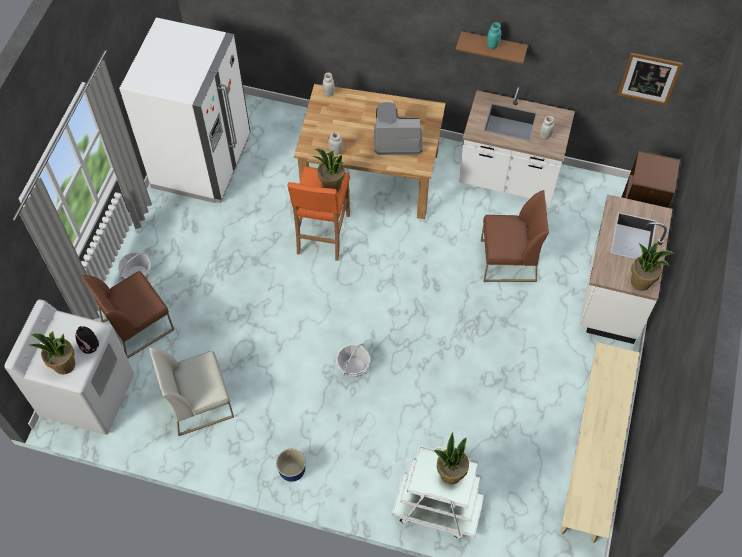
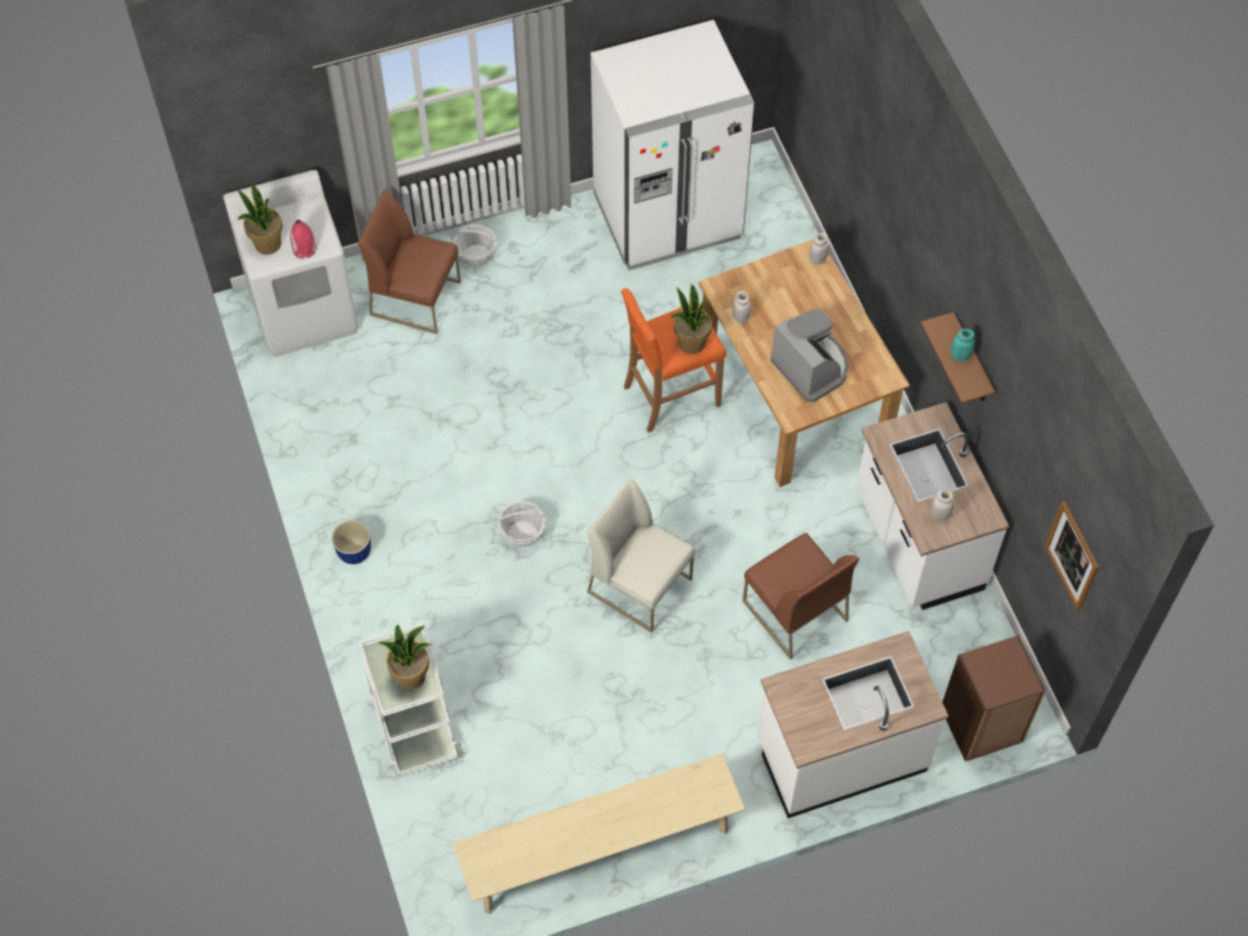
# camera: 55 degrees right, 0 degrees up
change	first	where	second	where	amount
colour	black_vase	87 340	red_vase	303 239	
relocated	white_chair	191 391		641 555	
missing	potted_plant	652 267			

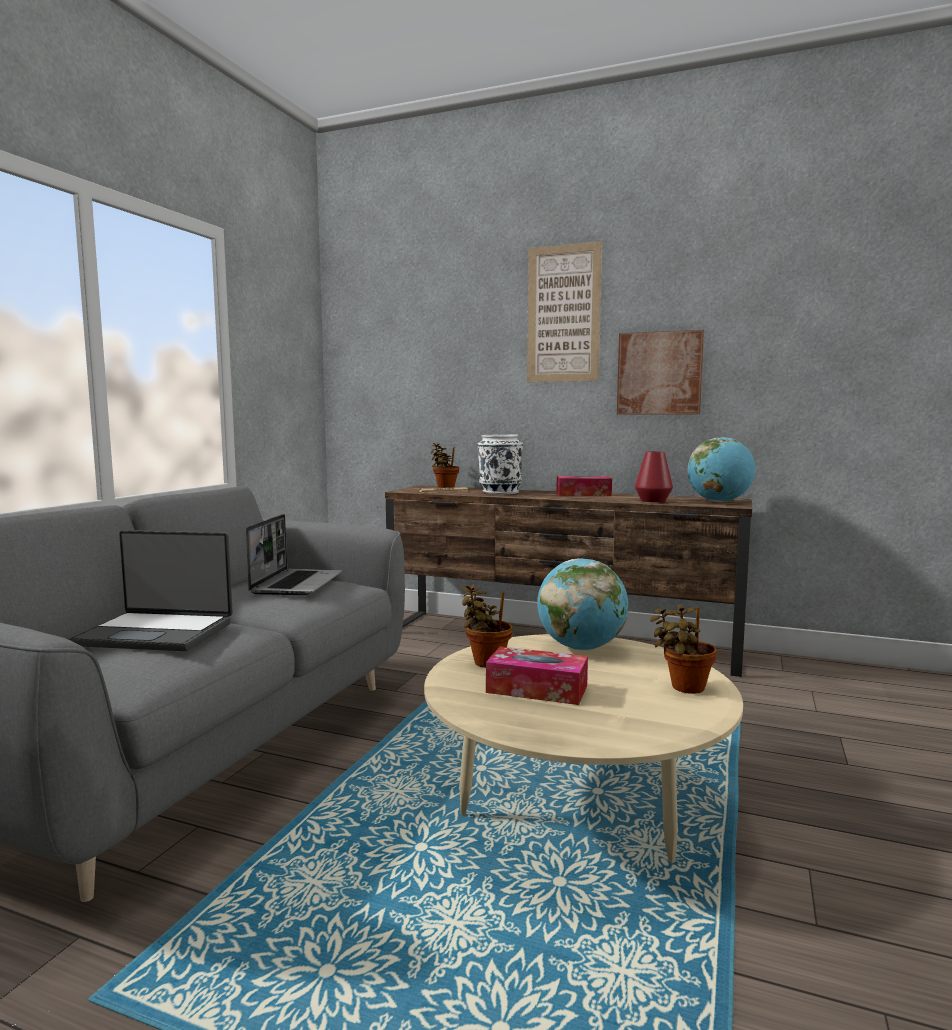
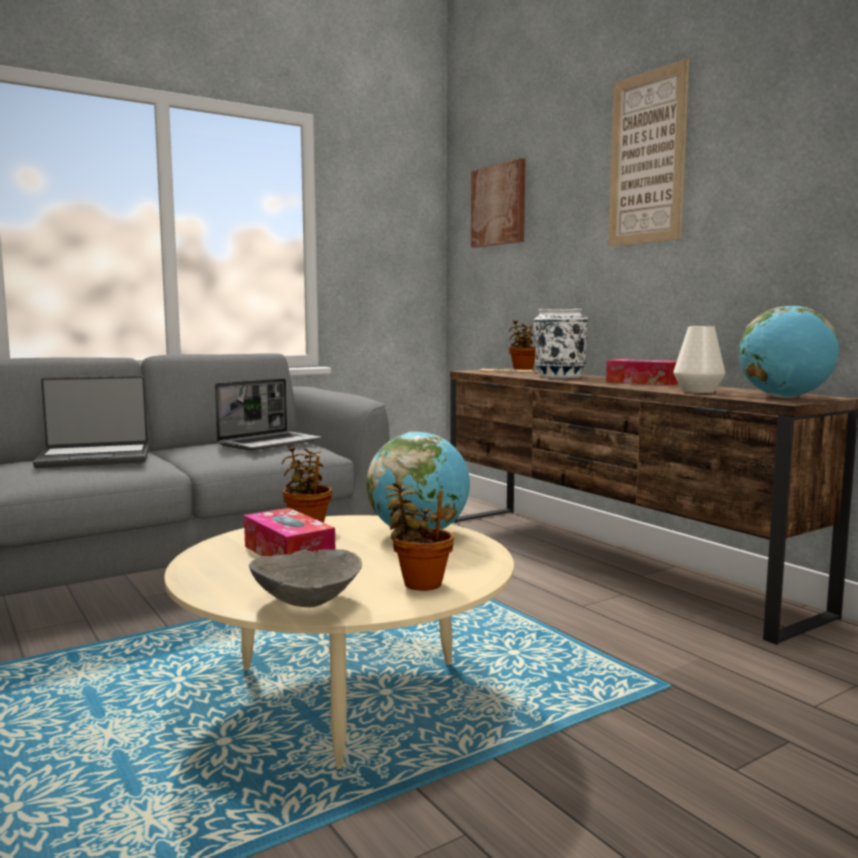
# camera: 35 degrees right, 0 degrees up
change	first	where	second	where	amount
spun	laptop	150 590		91 422	60 degrees counterclockwise
relocated	picture	660 372		498 203	
colour	red_vase	654 476	white_vase	699 359	
appeared			grey_bowl	305 578	

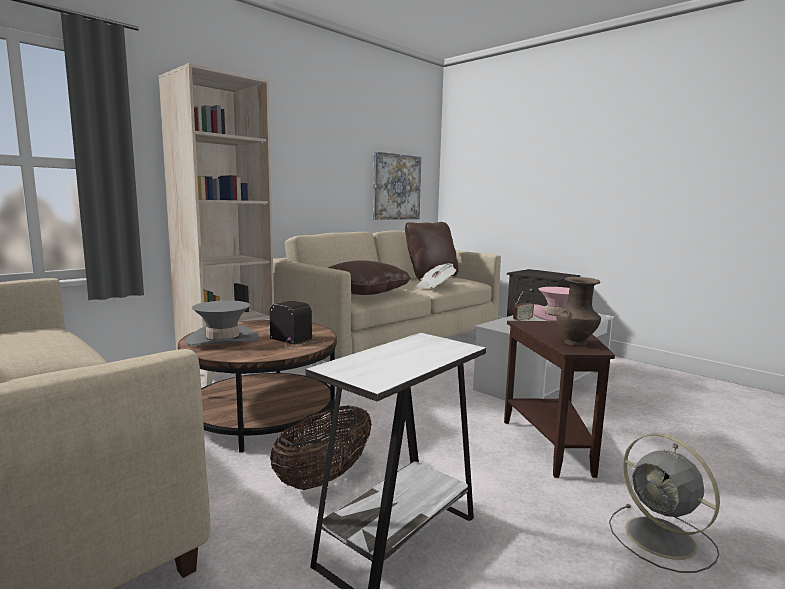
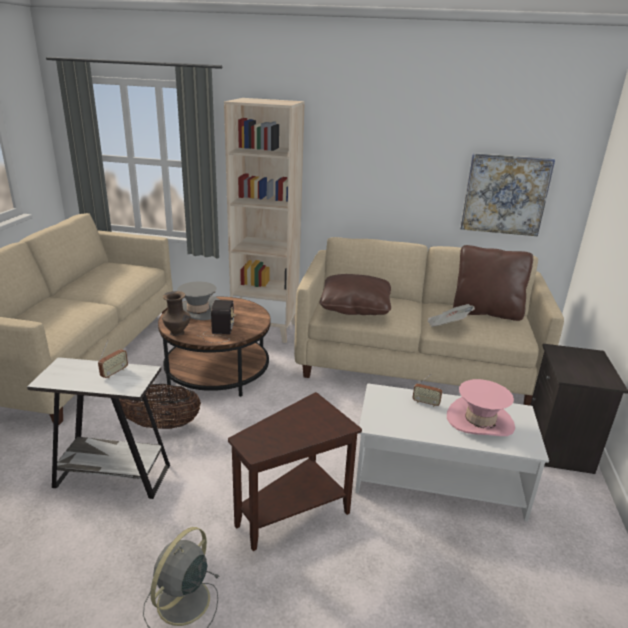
# camera: 55 degrees right, 15 degrees up
change	first	where	second	where	amount
relocated	brown_vase	578 311		176 313	
appeared			radio	113 359	

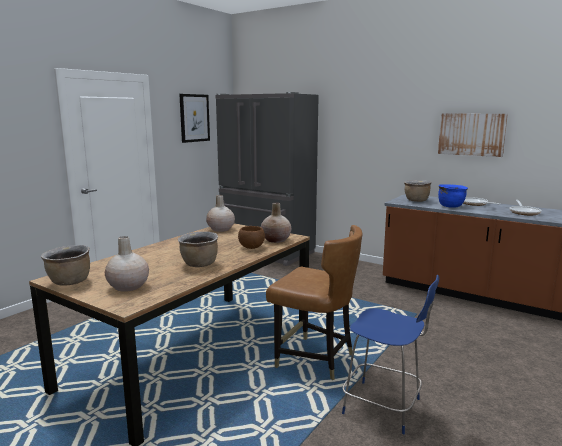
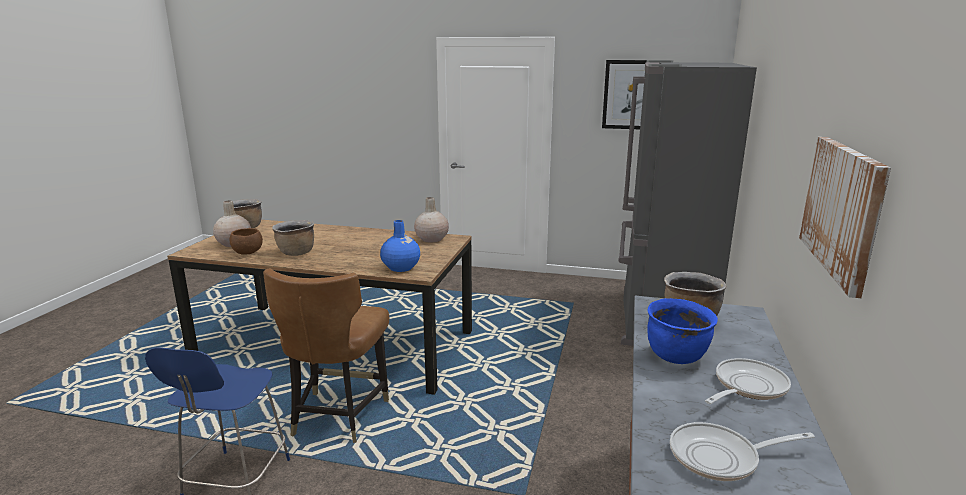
# camera: 70 degrees right, 5 degrees up
change	first	where	second	where	amount
relocated	brown_bowl	251 237		246 241	
colour	beige_vase	276 222	blue_vase	400 246	

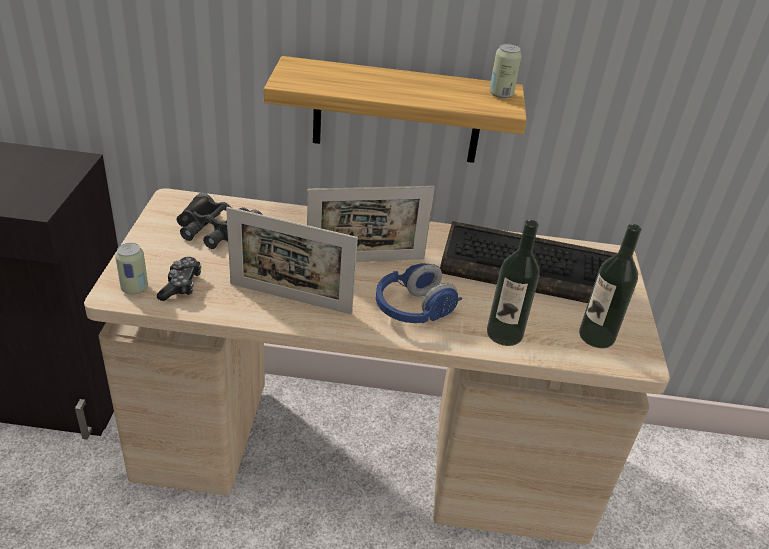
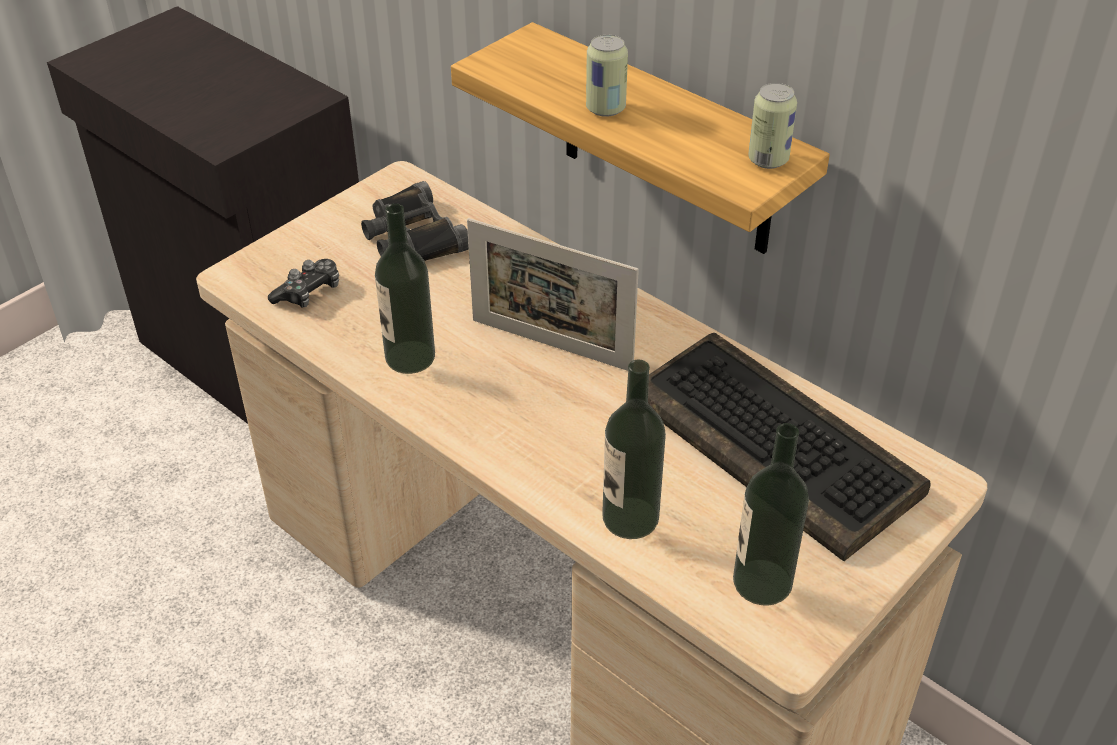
# camera: 40 degrees right, 5 degrees up
change	first	where	second	where	amount
relocated	can	131 268		607 76	
exchanged	picture_frame	292 260	bottle	405 288	
missing	blue_headphones	419 293			

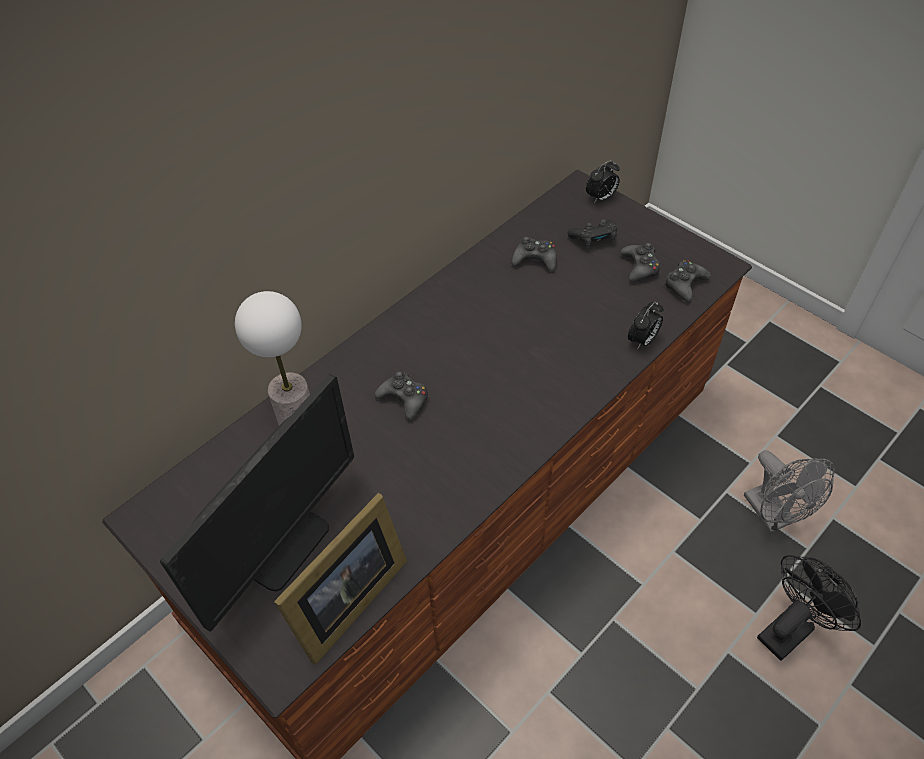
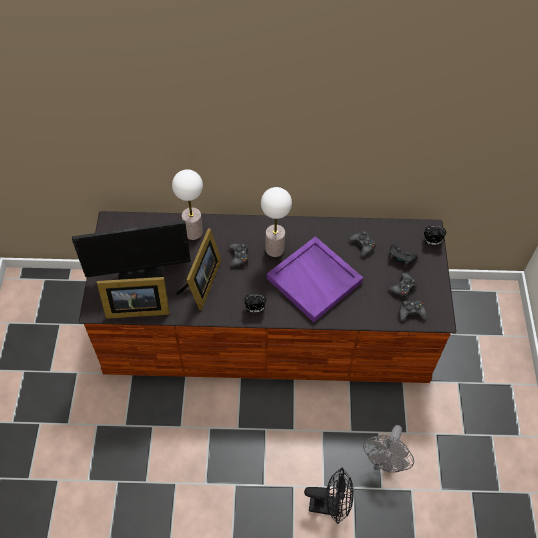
# camera: 45 degrees right, 5 degrees up
change	first	where	second	where	amount
relocated	alarm_clock	646 326		255 303	
appeared			picture_frame	199 269	
appeared			table_lamp	276 222	
appeared			purple_tray	315 279	

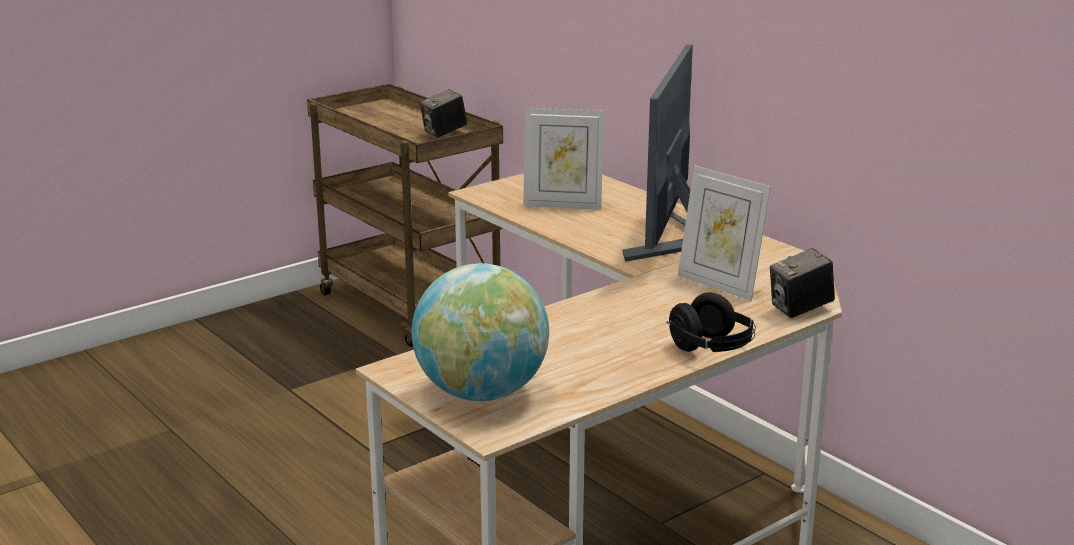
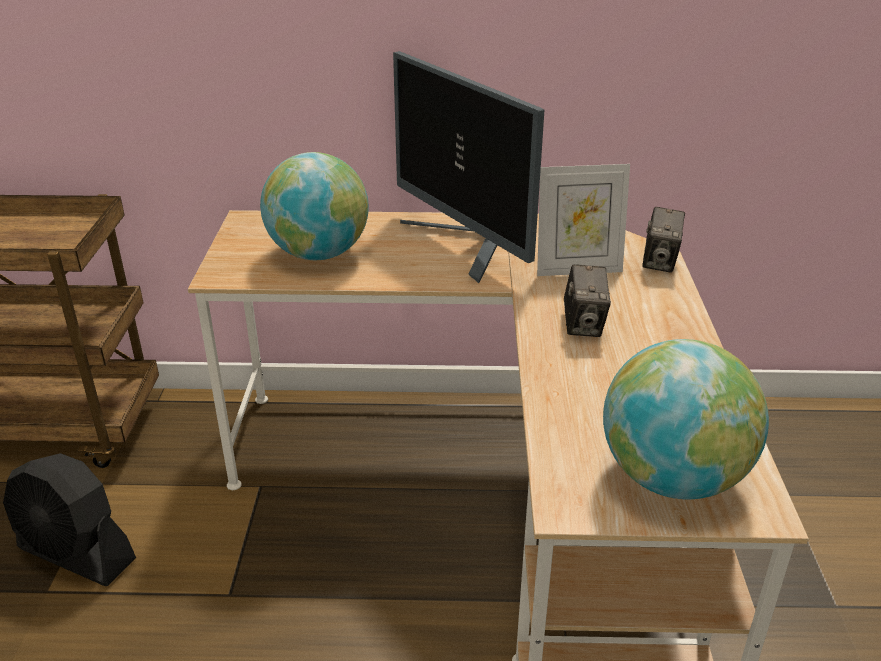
# camera: 50 degrees left, 10 degrees up
change	first	where	second	where	amount
relocated	photo_camera	443 113		587 300	
exchanged	picture_frame	564 159	globe	314 206	
missing	black_headphones	711 322			
appeared			black_fan	69 519	

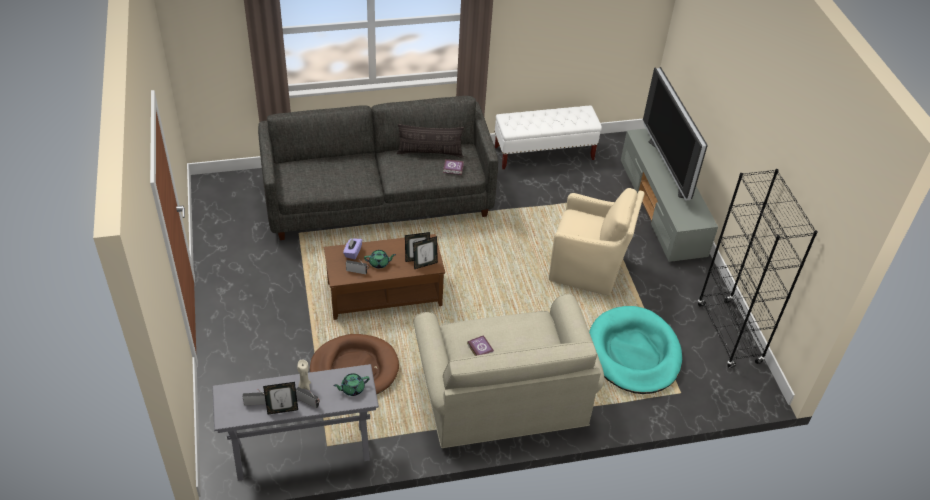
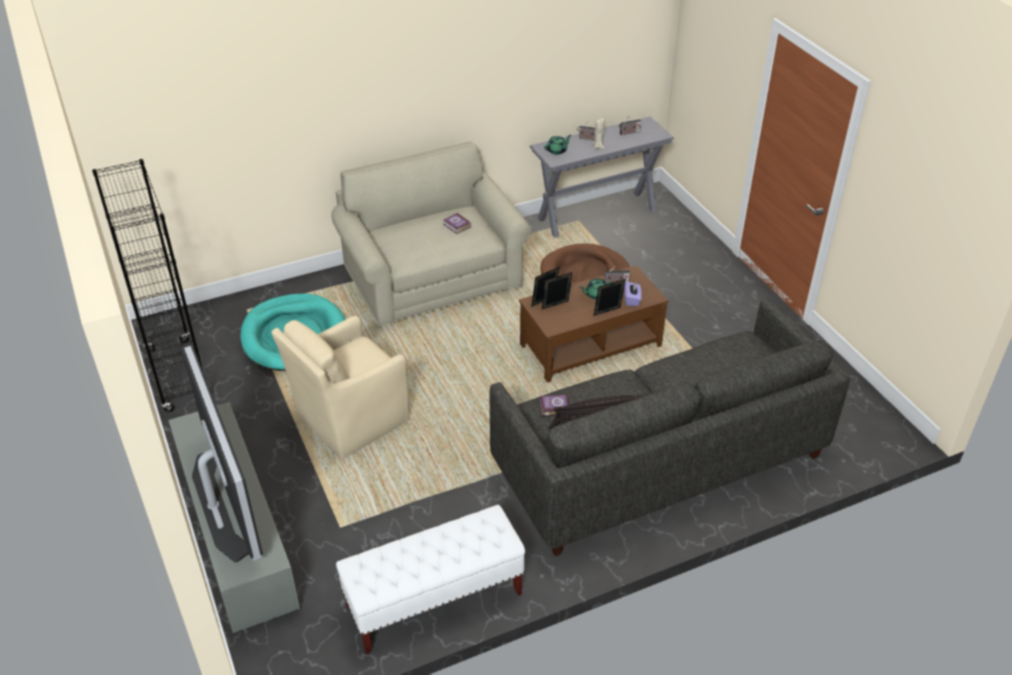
# camera: 170 degrees right, 5 degrees down
change	first	where	second	where	amount
relocated	picture_frame	280 398		610 297	
spun	beige_armchair	597 241		341 387	45 degrees counterclockwise

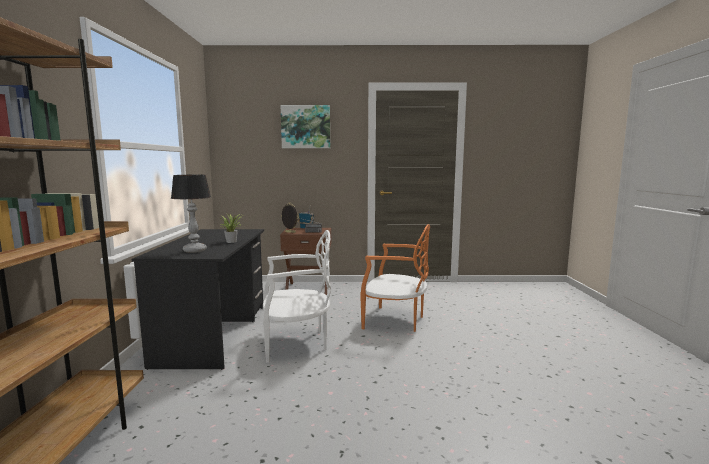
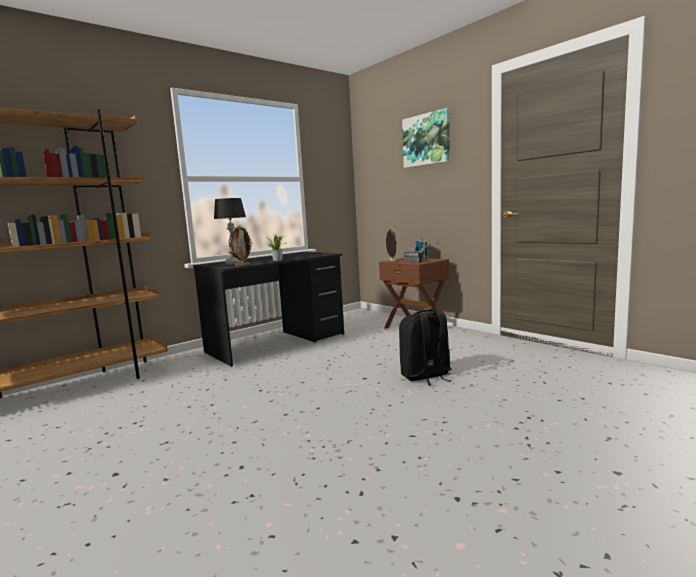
# camera: 50 degrees right, 0 degrees up
change	first	where	second	where	amount
missing	white_chair	297 296			
exchanged	orange_chair	395 278	black_backpack	425 347	
appeared			picture_frame	241 246	

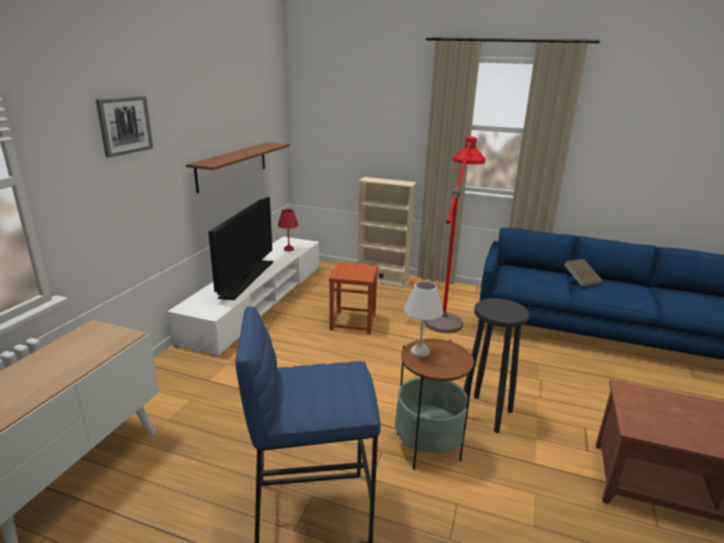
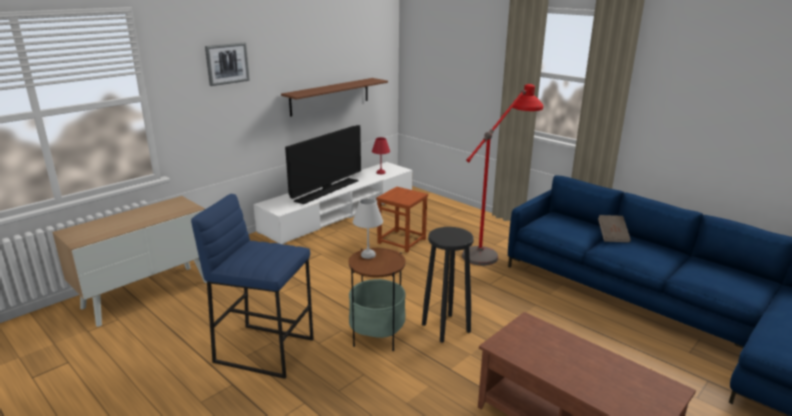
# camera: 25 degrees right, 0 degrees up
change	first	where	second	where	amount
missing	beige_bookcase	387 232			

